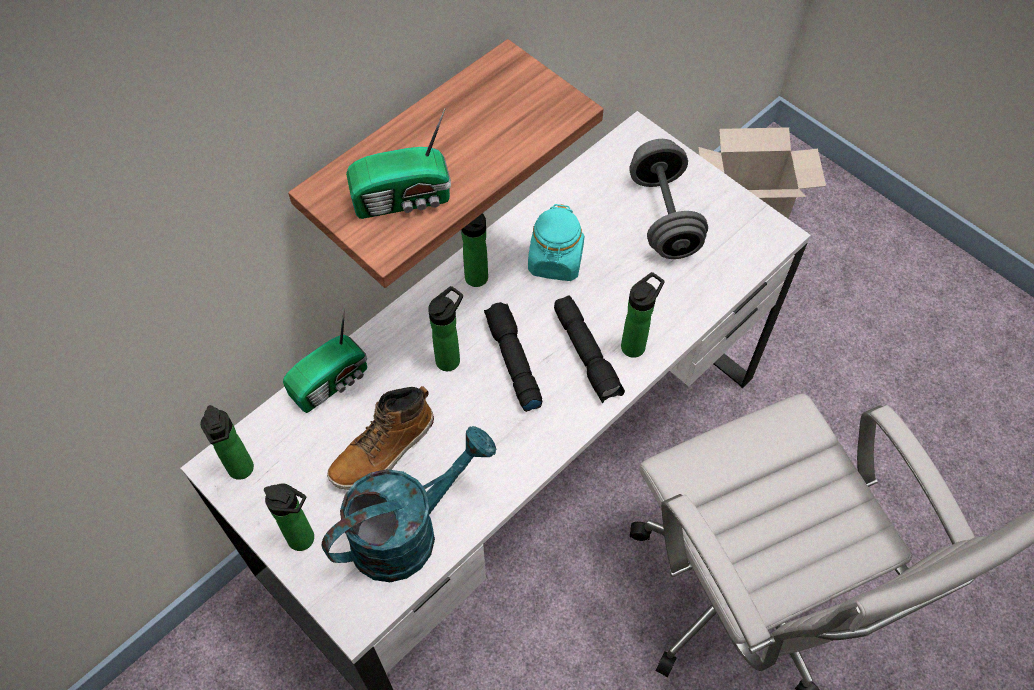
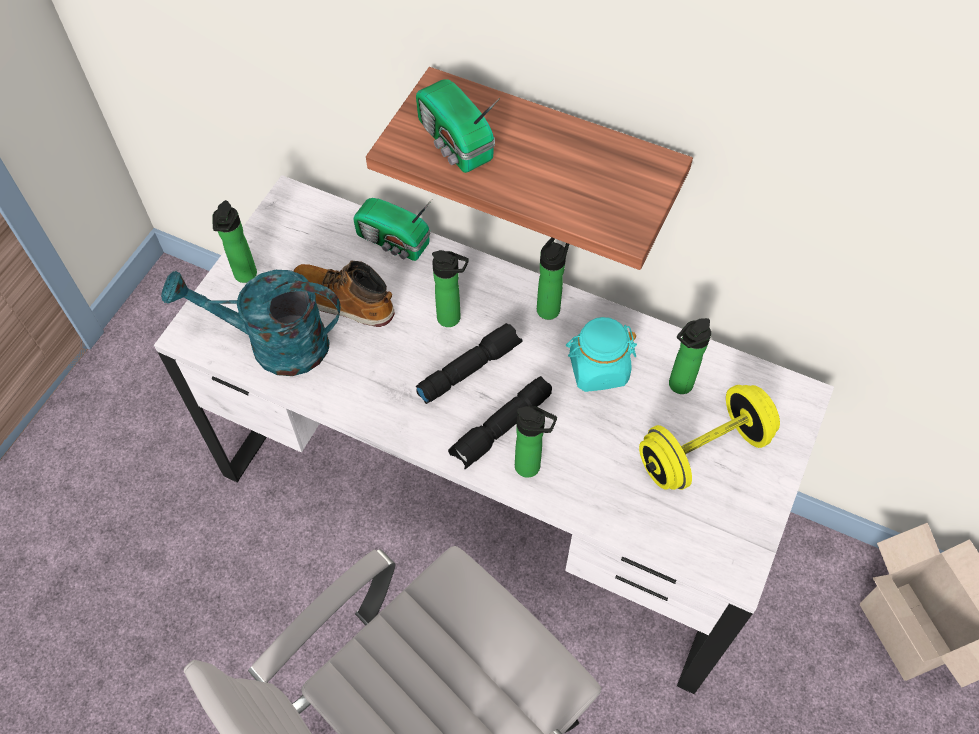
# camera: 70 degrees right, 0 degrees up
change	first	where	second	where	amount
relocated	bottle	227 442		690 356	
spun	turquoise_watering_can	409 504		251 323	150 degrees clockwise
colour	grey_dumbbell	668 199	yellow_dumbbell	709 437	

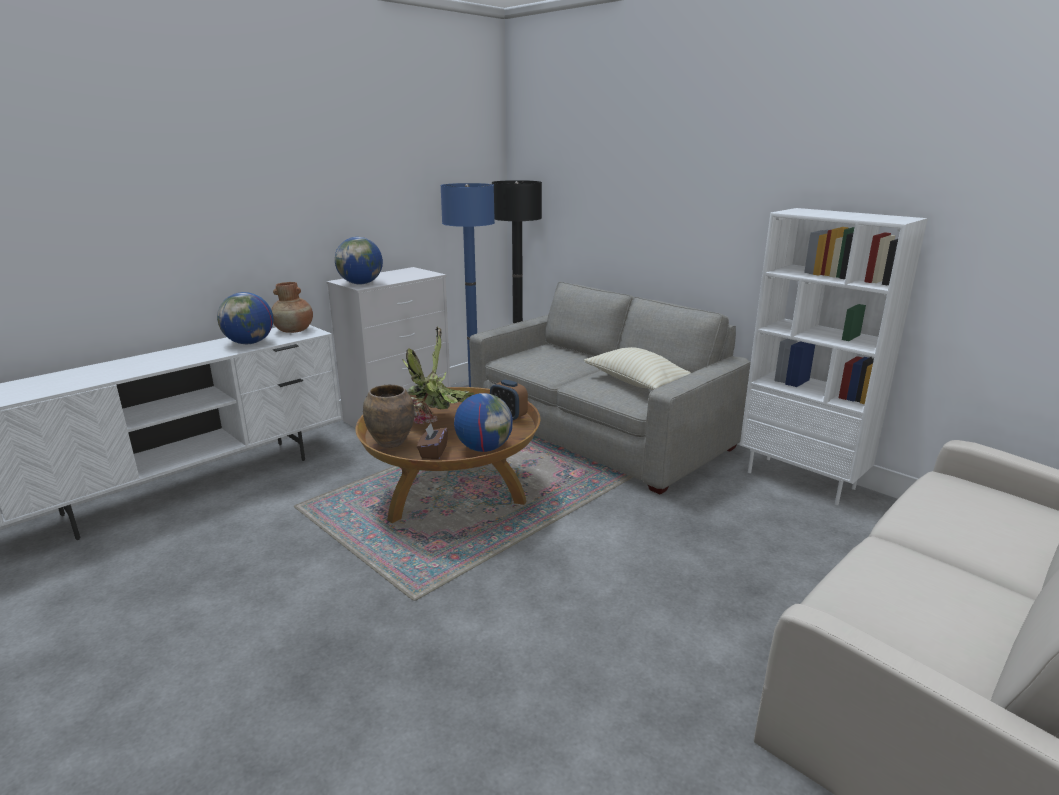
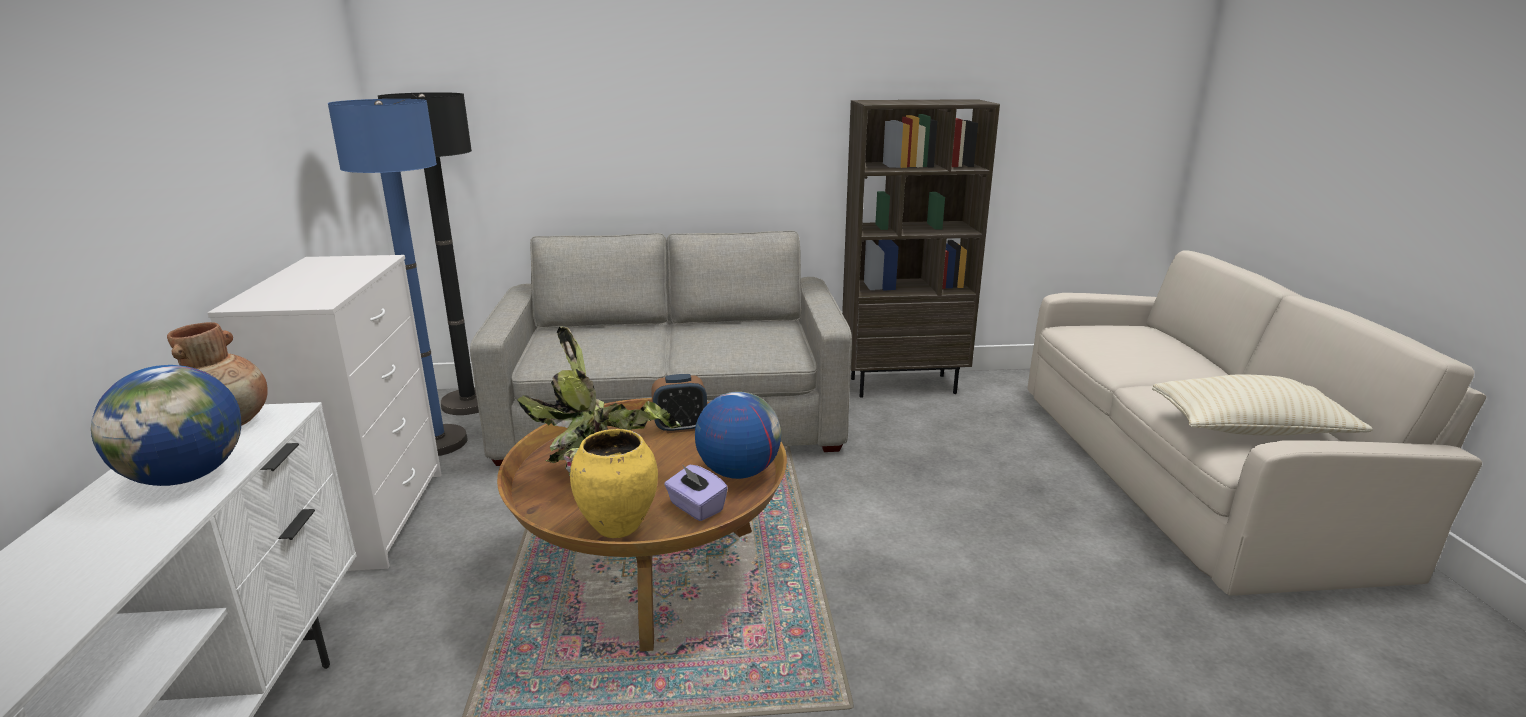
# camera: 50 degrees left, 0 degrees up
change	first	where	second	where	amount
missing	globe	359 260			
colour	brown_vase	389 416	yellow_vase	614 483	
colour	brown_tissue_box	432 441	purple_tissue_box	696 493	
relocated	beige_pillow	637 368		1262 405	
colour	white_bookcase	834 356	brown_bookcase	921 248	

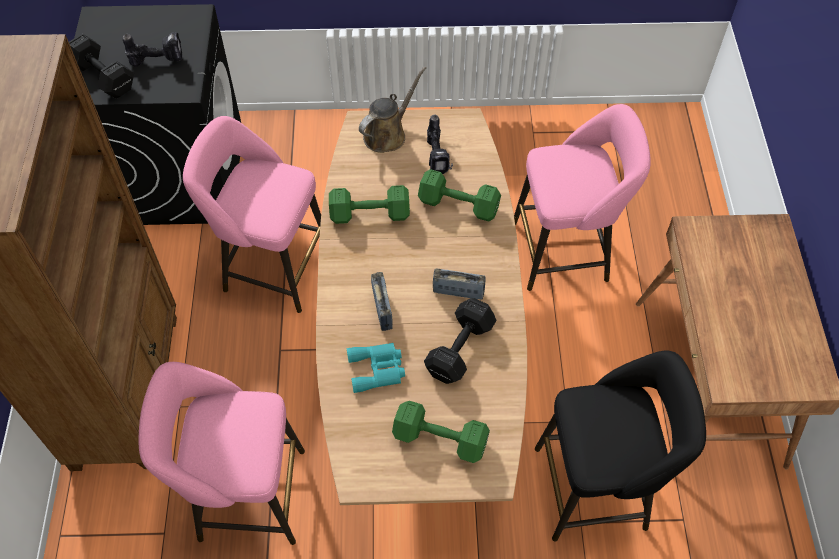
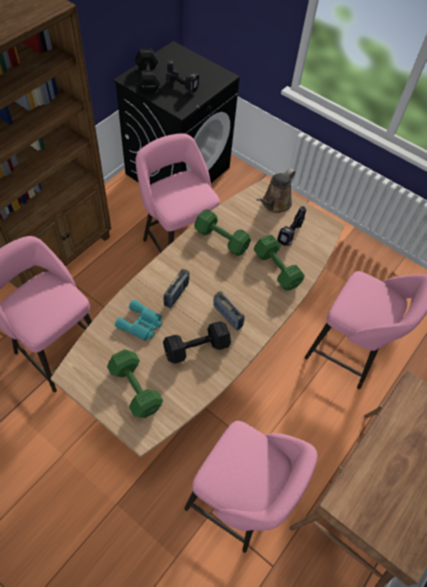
# camera: 35 degrees right, 0 degrees up
change	first	where	second	where	amount
spun	brown_watering_can	392 109		276 190	135 degrees clockwise
colour	black_stool	620 446	pink_stool	250 487	

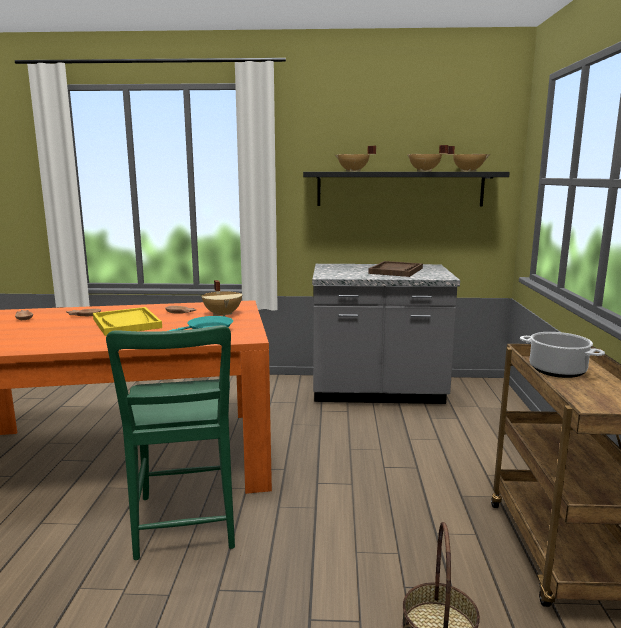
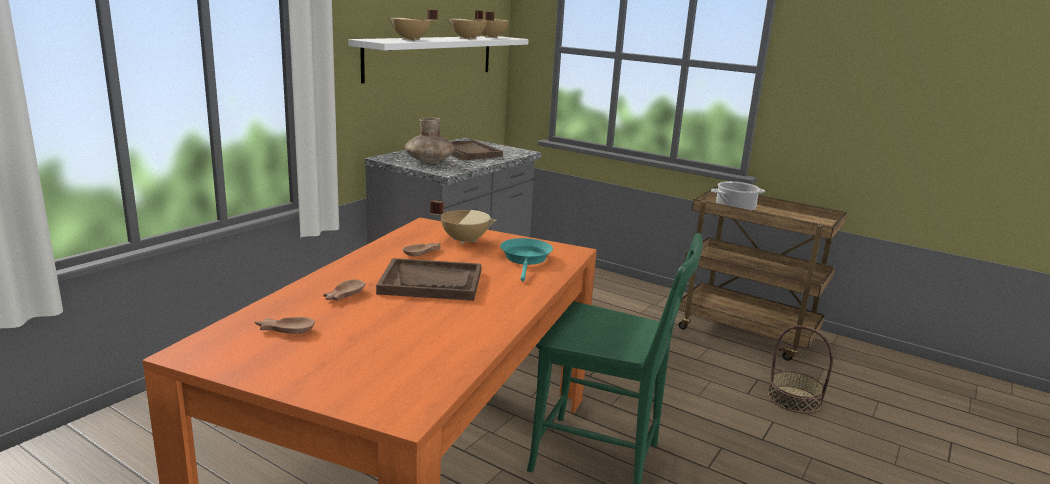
# camera: 60 degrees left, 5 degrees up
change	first	where	second	where	amount
colour	yellow_tray	127 321	brown_tray	428 279	
colour	black_shelf	406 189	white_shelf	438 60	
appeared			brown_vase	429 140	

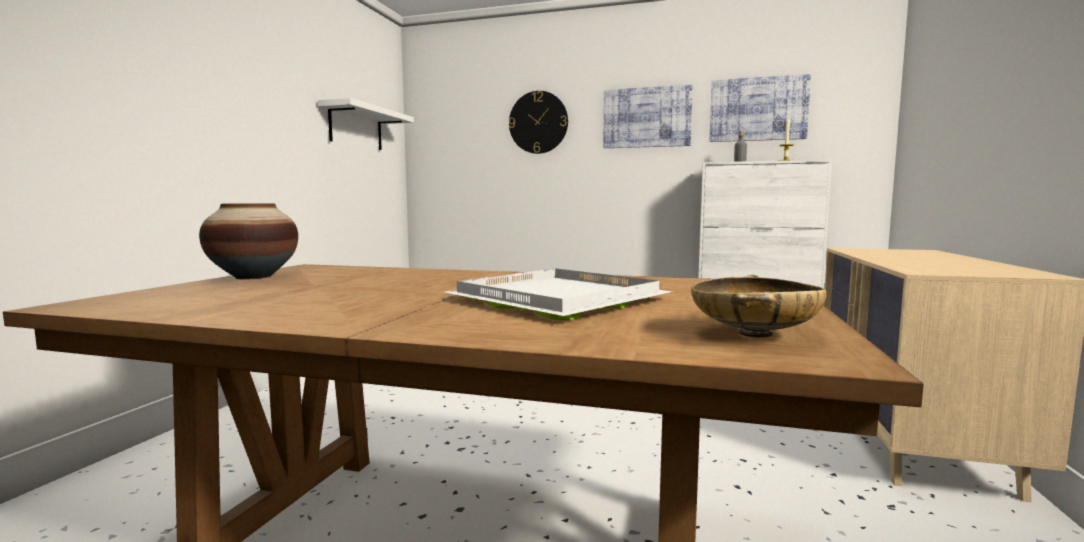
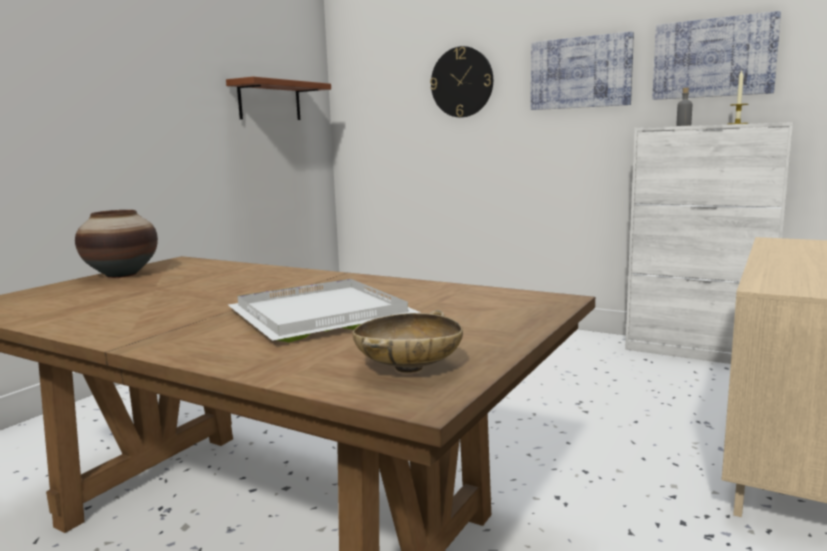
# camera: 15 degrees right, 5 degrees up
change	first	where	second	where	amount
colour	white_shelf	366 124	brown_shelf	278 98	

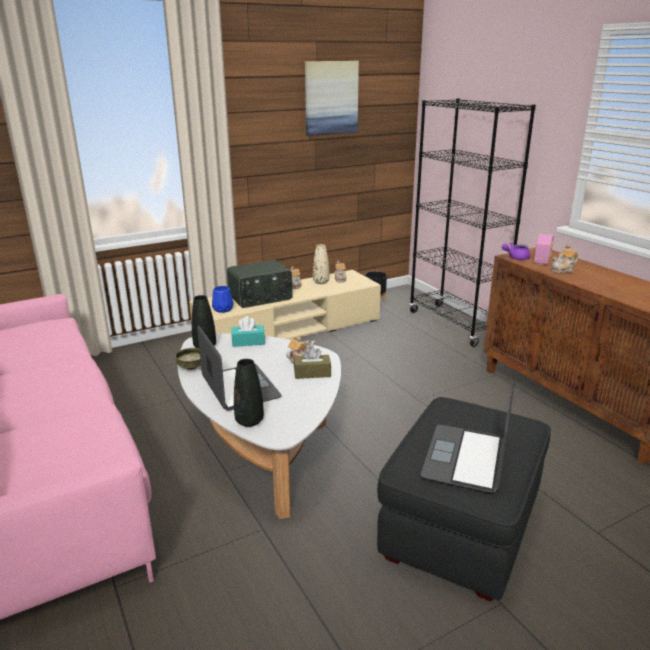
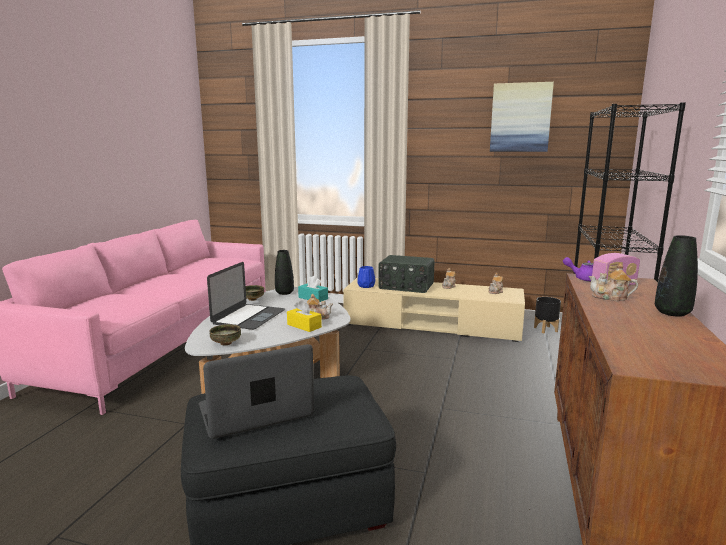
# camera: 45 degrees right, 10 degrees down
change	first	where	second	where	amount
relocated	black_vase	249 393		676 276	
colour	brown_tissue_box	312 363	yellow_tissue_box	304 316	
missing	beige_vase	321 264			
appeared			bowl	225 335	

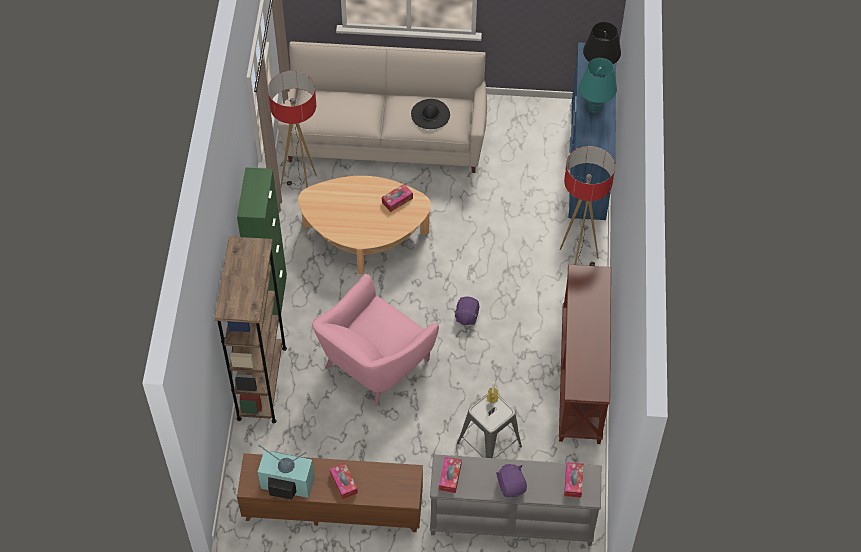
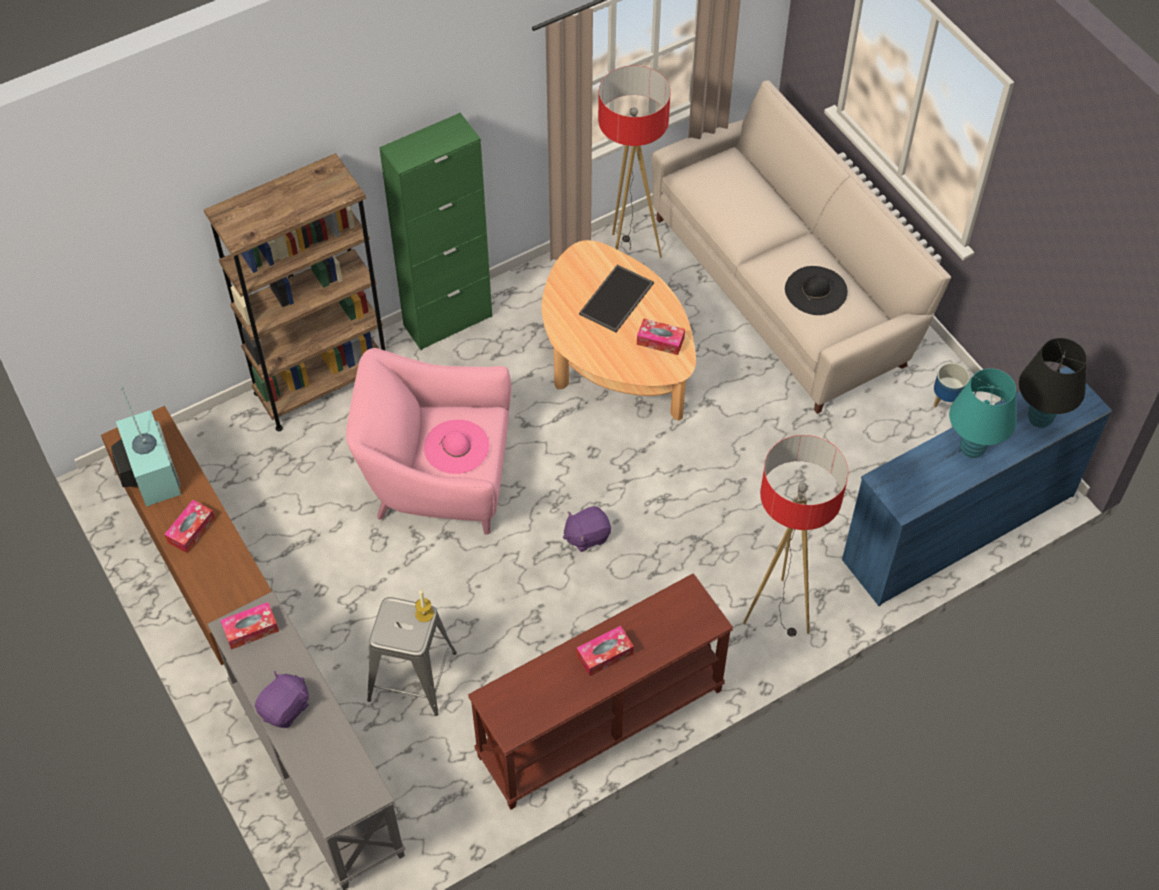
# camera: 55 degrees right, 0 degrees up
change	first	where	second	where	amount
relocated	tissue_box	574 480		605 651	
appeared			pink_hat	456 447	
appeared			tray	616 298	
appeared			planter	951 385	

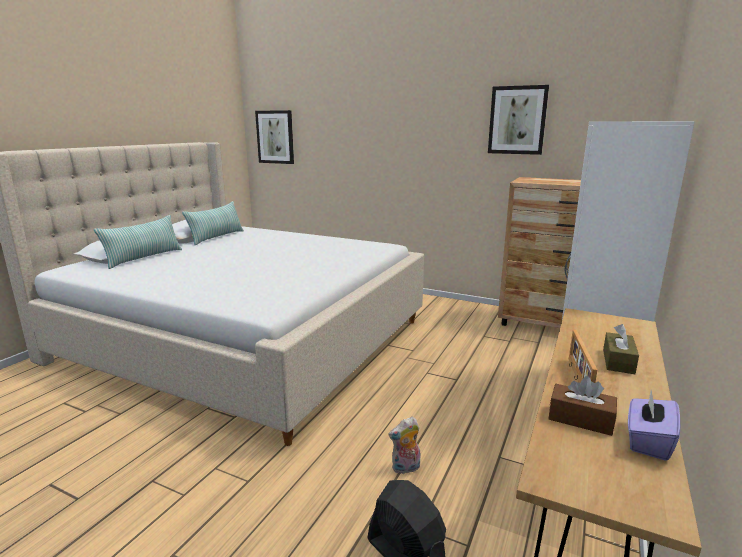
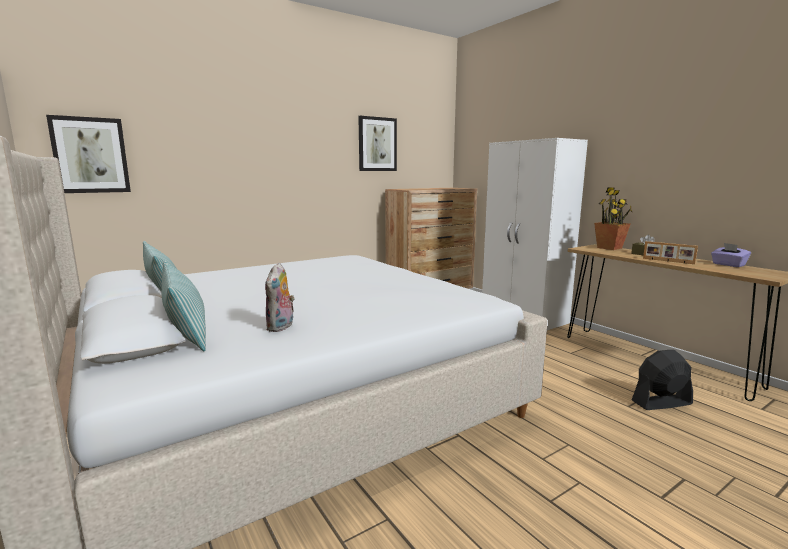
# camera: 60 degrees left, 5 degrees down
change	first	where	second	where	amount
relocated	plush_toy	404 445		280 297	
missing	brown_tissue_box	582 406			
appeared			potted_plant	613 219	

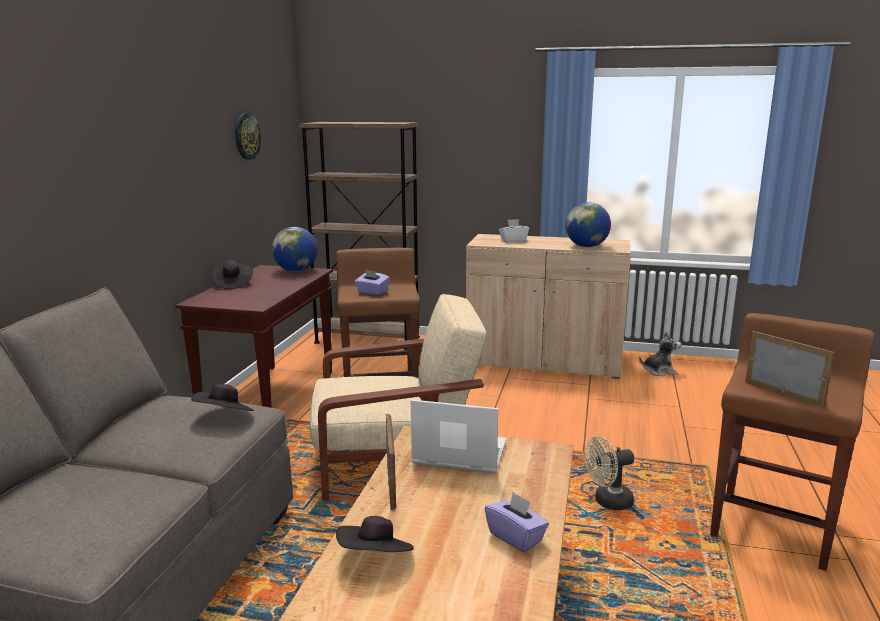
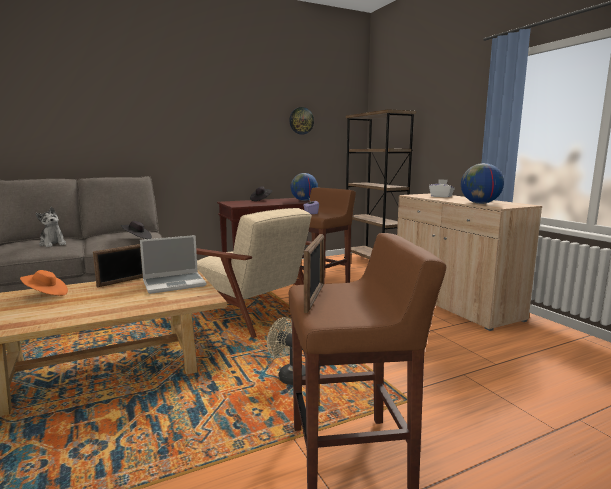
# camera: 50 degrees right, 5 degrees down
change	first	where	second	where	amount
colour	black_hat	375 534	orange_hat	44 283	
spun	laptop	458 436		173 264	90 degrees clockwise
missing	purple_tissue_box	517 522			
relocated	plush_toy	660 353		50 227	

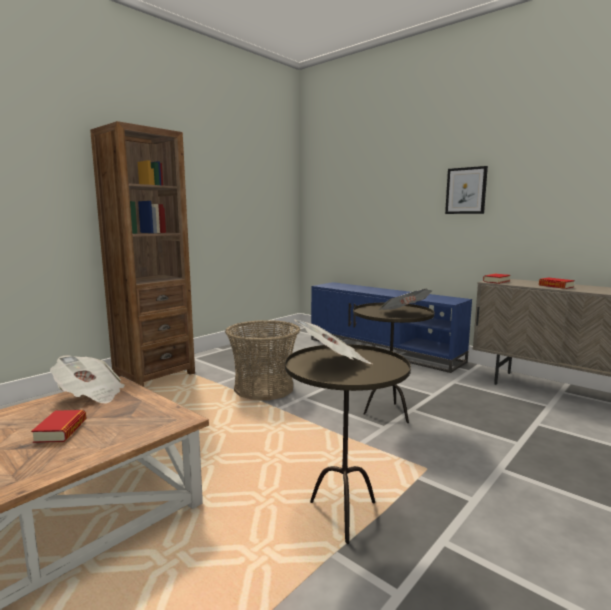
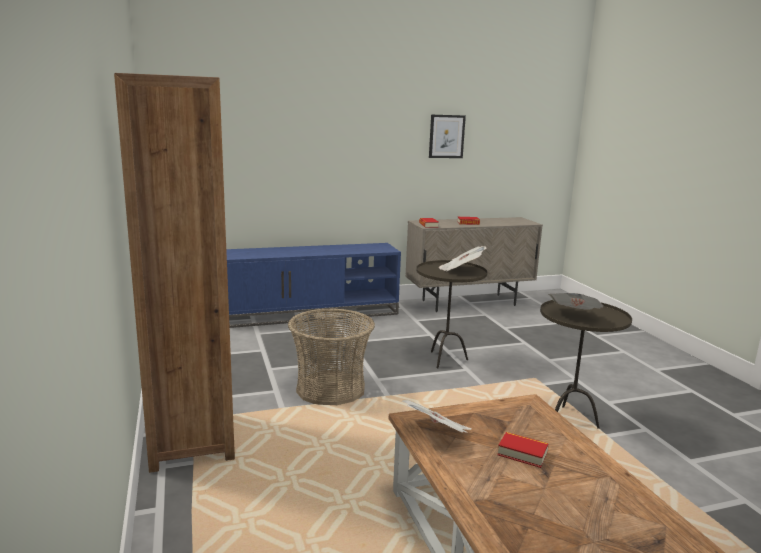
# camera: 60 degrees left, 5 degrees up
change	first	where	second	where	amount
relocated	picture	466 190		447 136	

